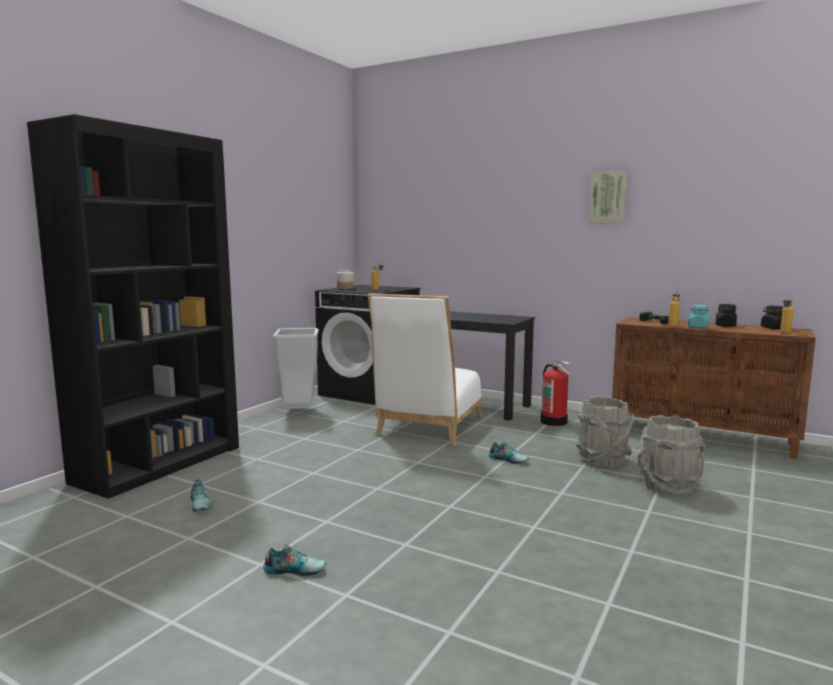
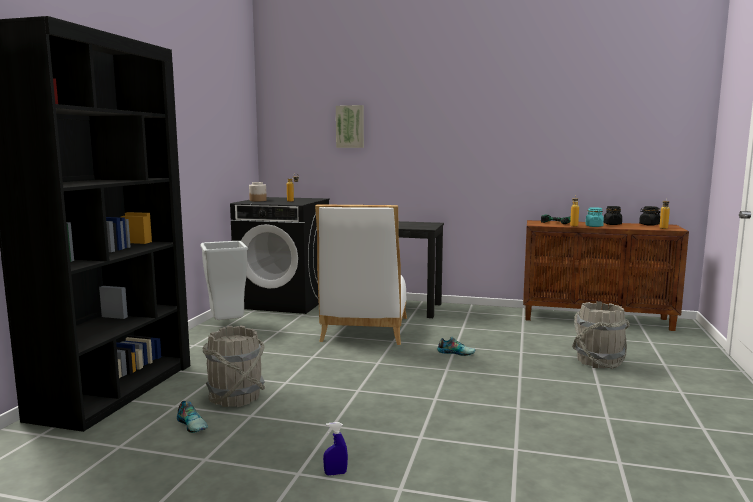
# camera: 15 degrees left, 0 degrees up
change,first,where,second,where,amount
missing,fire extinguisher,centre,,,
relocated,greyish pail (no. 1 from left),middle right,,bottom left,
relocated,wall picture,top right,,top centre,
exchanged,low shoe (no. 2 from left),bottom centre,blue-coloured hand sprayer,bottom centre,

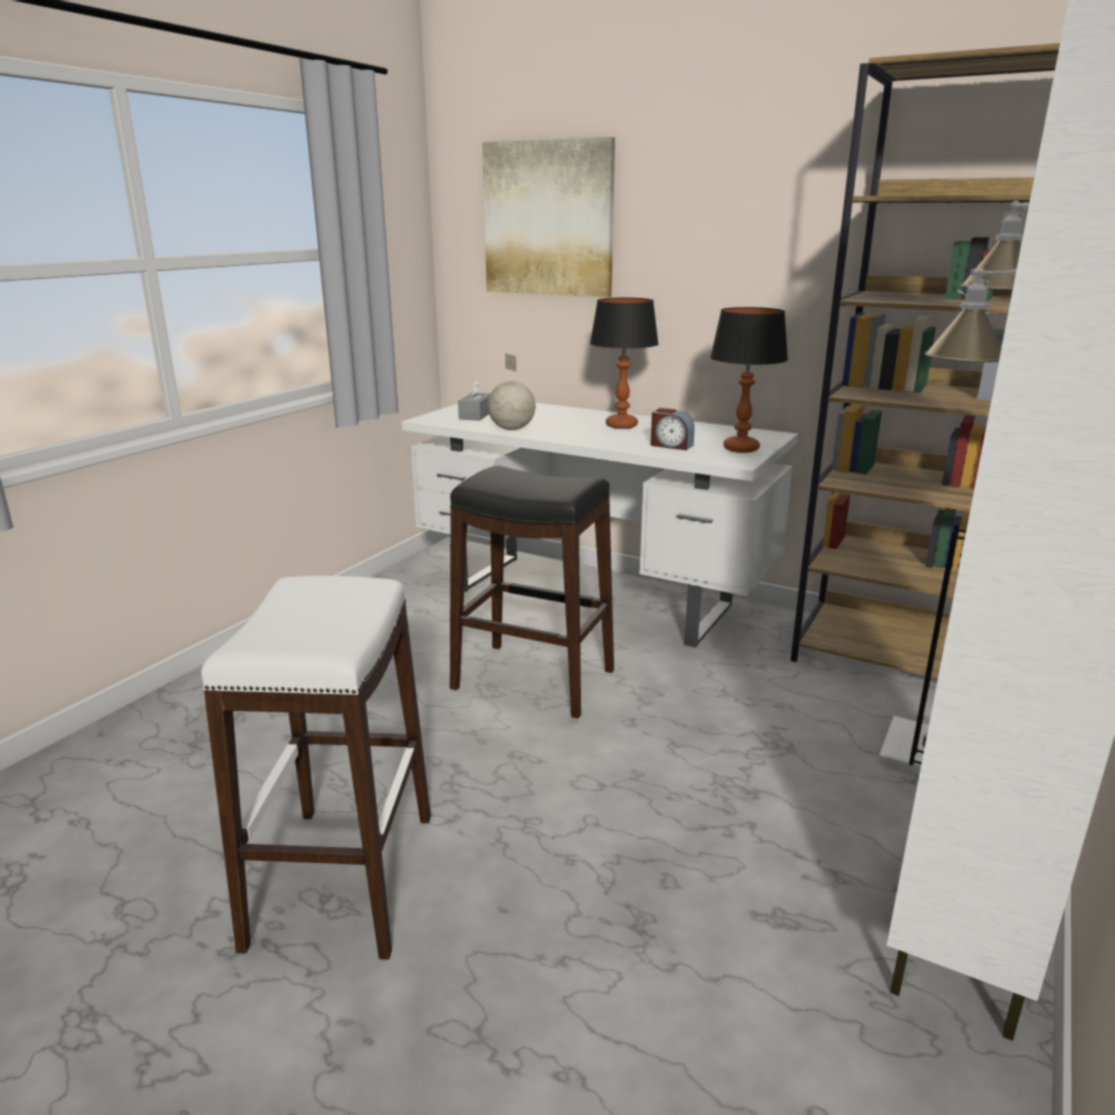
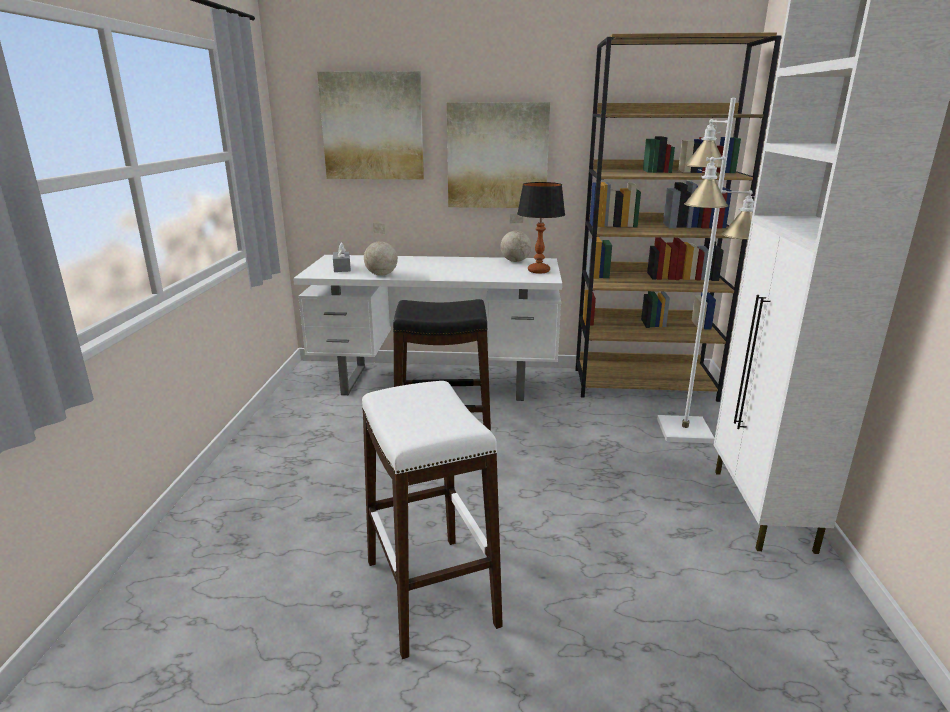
# camera: 25 degrees left, 0 degrees up
change,first,where,second,where,amount
missing,tabletop lamp (no. 1 from left),top centre,,,
missing,bedside clock,centre,,,
appeared,,,wall picture (no. 2 from left),top centre,
appeared,,,globe (no. 2 from left),top centre,

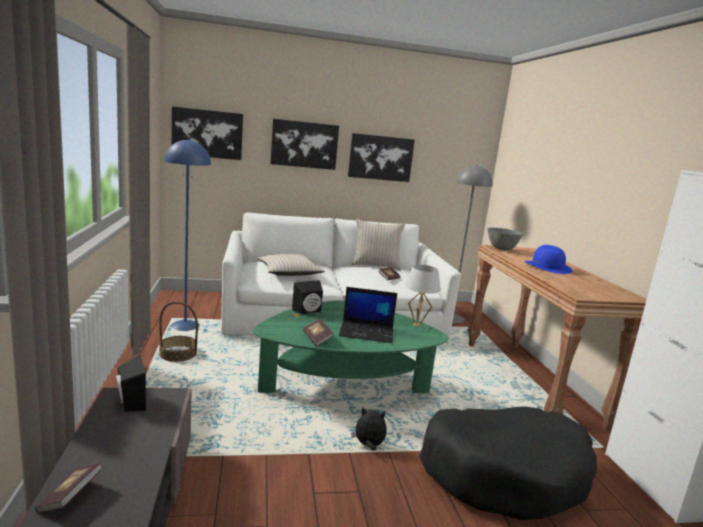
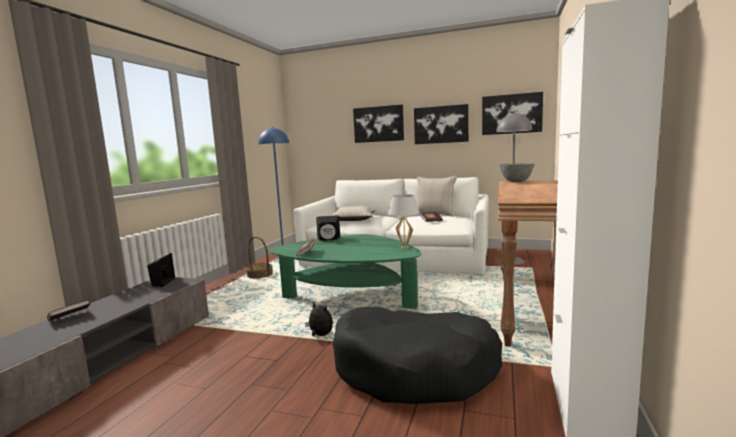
# camera: 30 degrees right, 5 degrees down
change,first,where,second,where,amount
missing,notebook computer,centre,,,
missing,blue-coloured wearable hat,middle right,,,
relocated,wall picture (no. 1 from left in the first image),top left,wall picture (no. 3 from left),top right,

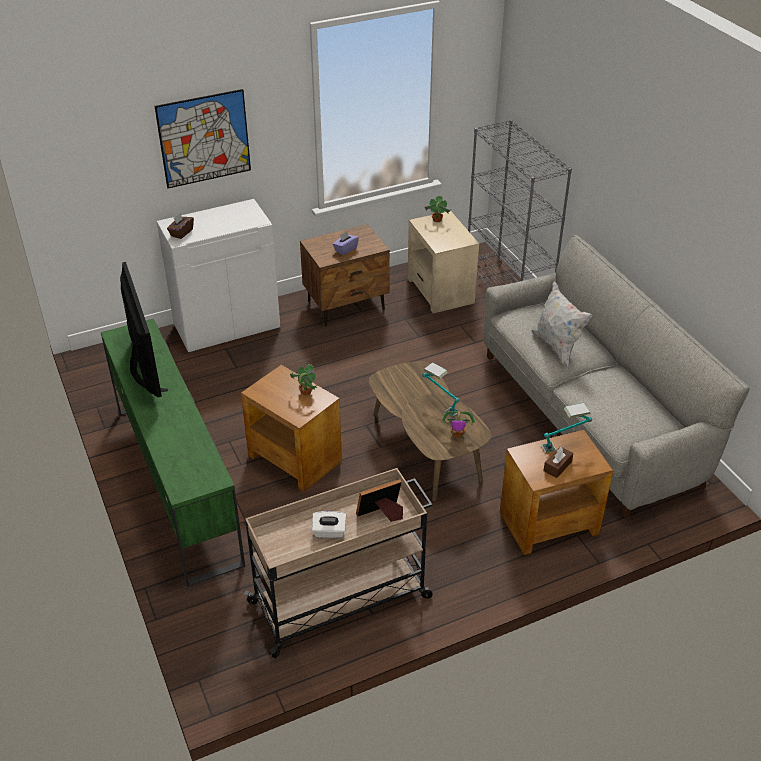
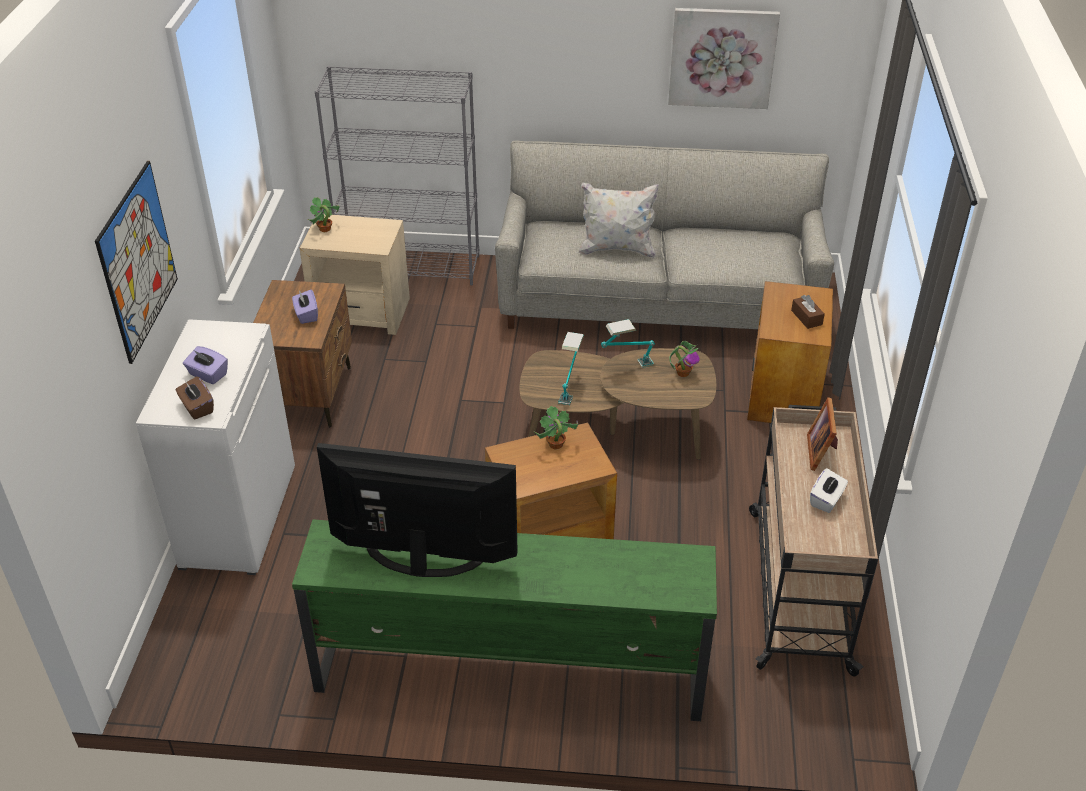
# camera: 60 degrees left, 0 degrees up
change,first,where,second,where,amount
appeared,,,purplish box of tissues (no. 1 from left),middle left,
appeared,,,wall picture (no. 2 from left),top right,
relocated,tabletop lamp (no. 2 from left in the first image),middle right,tabletop lamp (no. 1 from left),centre,

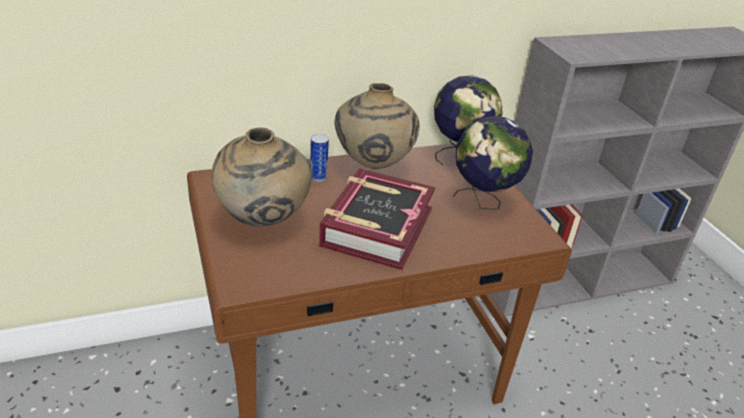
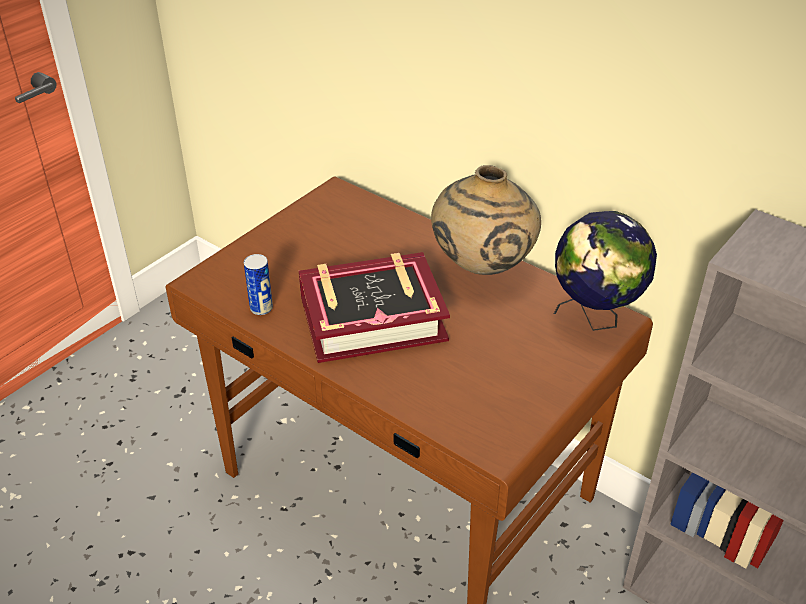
# camera: 60 degrees right, 5 degrees up
change,first,where,second,where,amount
missing,sand-coloured decorative vase (no. 1 from left),centre,,,
missing,globe (no. 2 from left),centre,,,
relocated,sealed can,centre,,middle left,

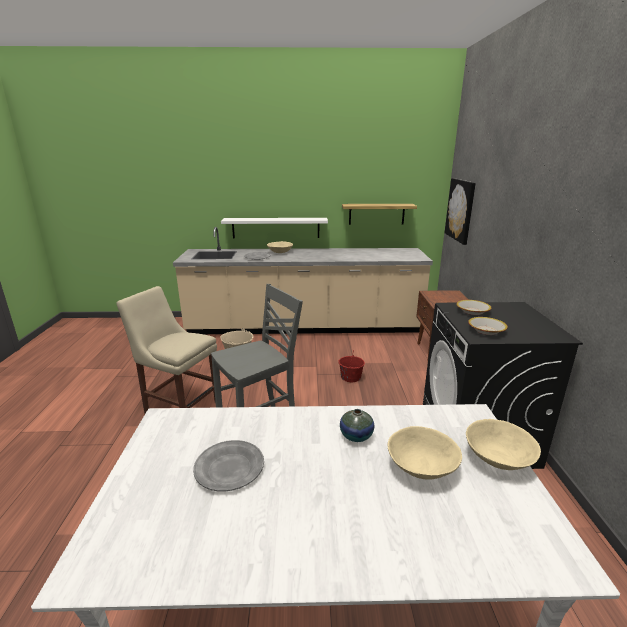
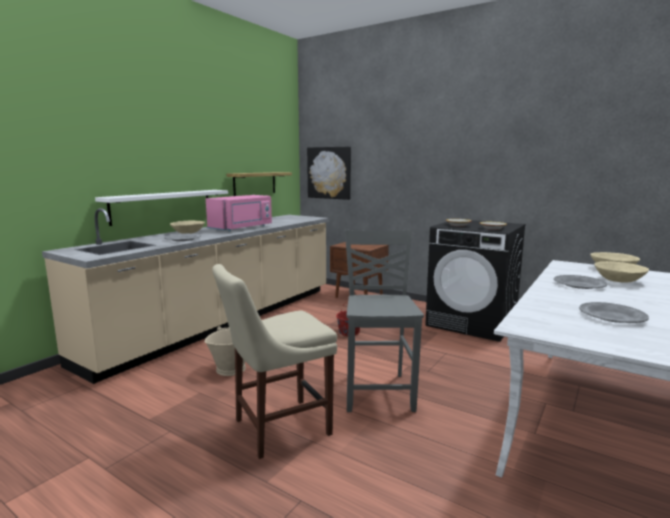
# camera: 55 degrees left, 10 degrees down
change,first,where,second,where,amount
appeared,,,pinkish microwave,centre,
exchanged,decorative vase,bottom centre,greyish dinner plate (no. 2 from left),middle right,

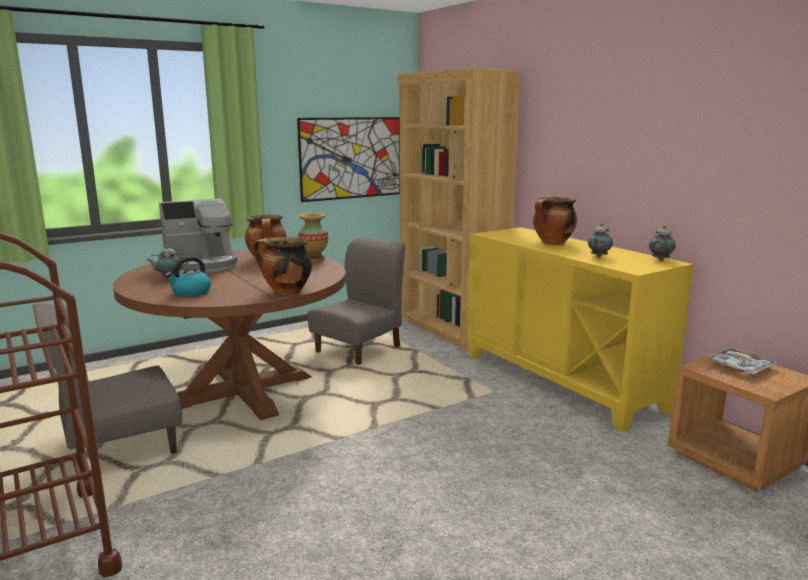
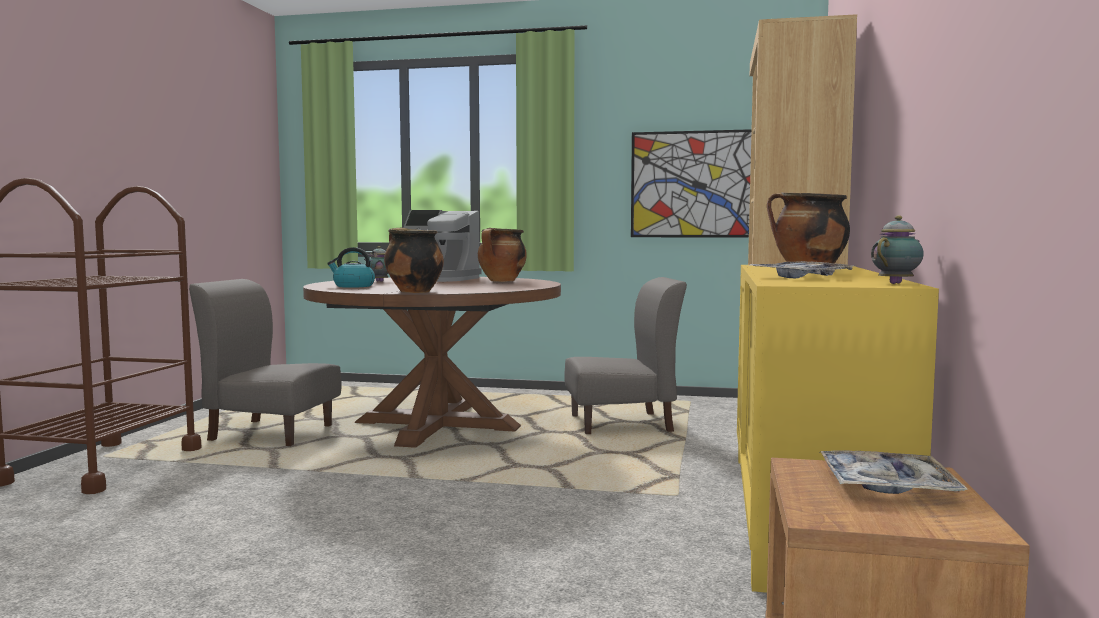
# camera: 45 degrees right, 10 degrees down
change,first,where,second,where,amount
missing,decorative vase,centre,,,
exchanged,tea pot (no. 2 from left),middle right,tray (no. 1 from left),middle right,

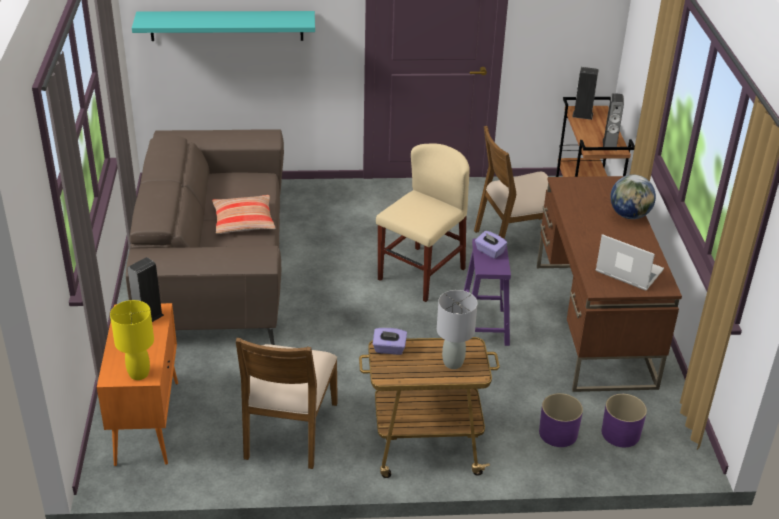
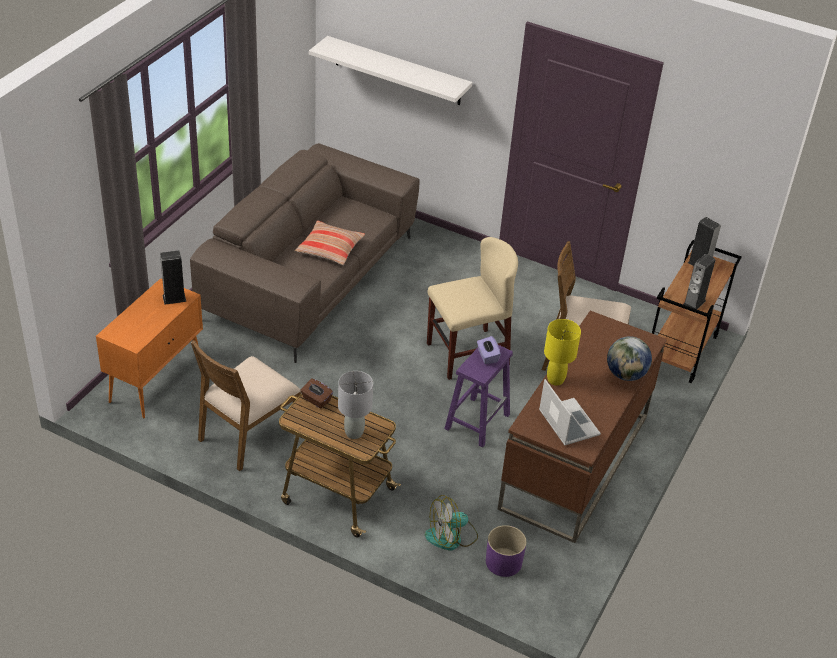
# camera: 30 degrees right, 5 degrees up
change,first,where,second,where,amount
relocated,yellowish tabletop lamp,middle left,,middle right,
exchanged,purplish plant pot (no. 1 from left),bottom right,electric fan,bottom centre,
colour,blue-green bracket shelf,top left,whitish bracket shelf,top centre,
colour,purplish box of tissues (no. 1 from left),centre,brown-coloured box of tissues,centre,

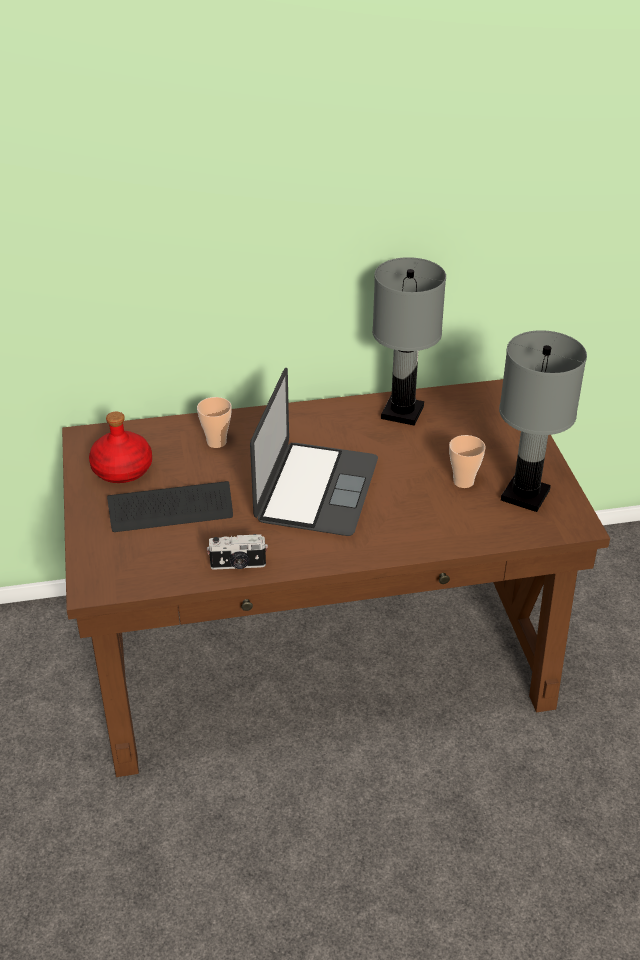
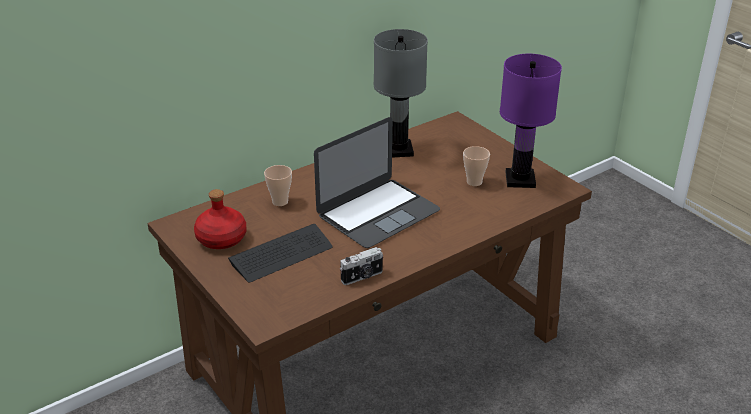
# camera: 25 degrees left, 5 degrees down
change,first,where,second,where,amount
colour,greyish tabletop lamp (no. 2 from left),middle right,purplish tabletop lamp,top right,
spun,notebook computer,centre,,centre,60 degrees clockwise

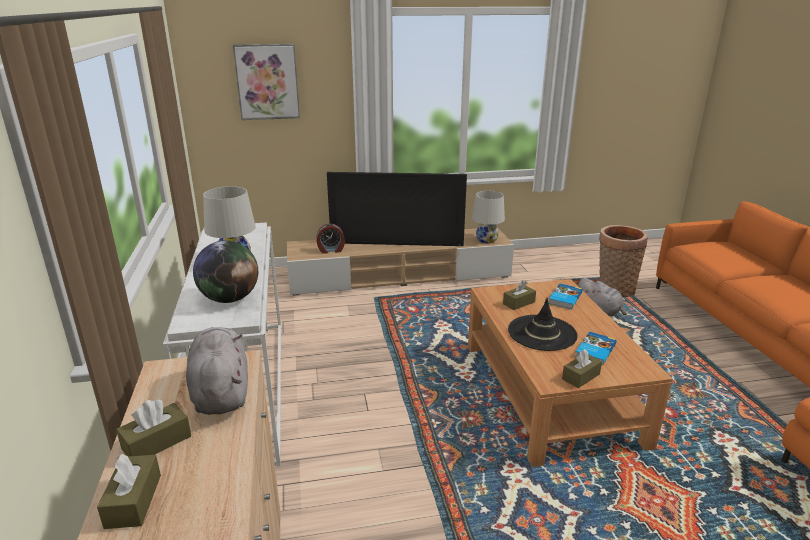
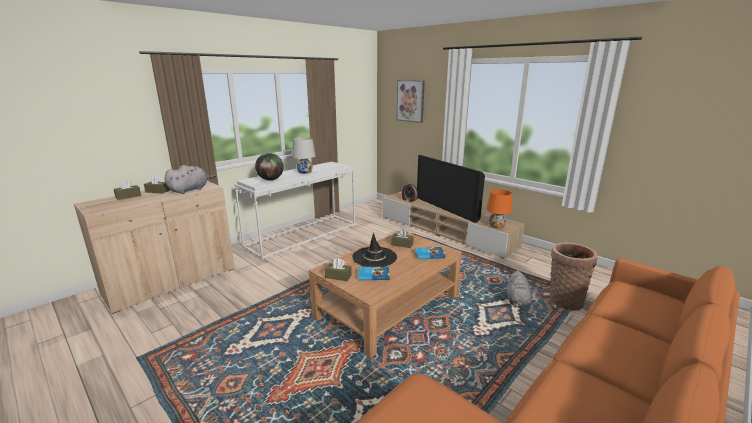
# camera: 55 degrees right, 5 degrees down
change,first,where,second,where,amount
colour,whitish tabletop lamp (no. 2 from left),centre,orange-coloured tabletop lamp,centre,

